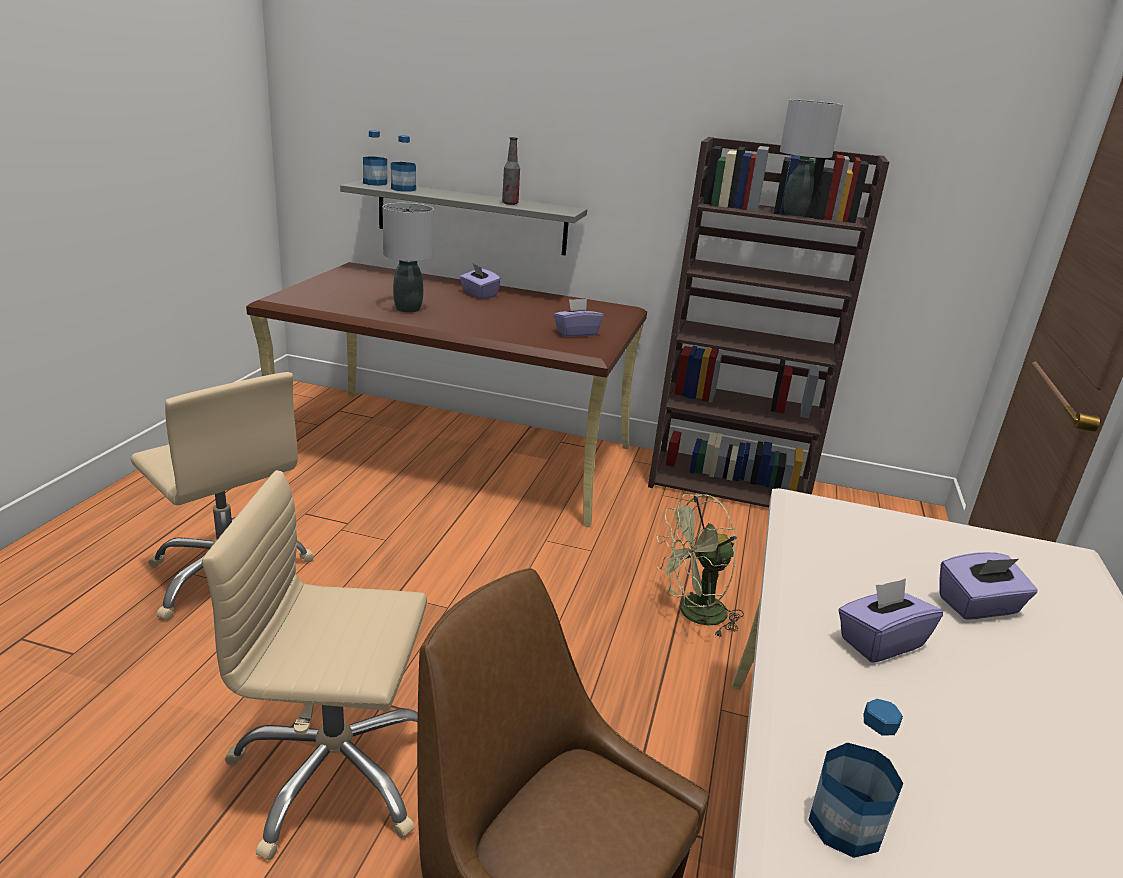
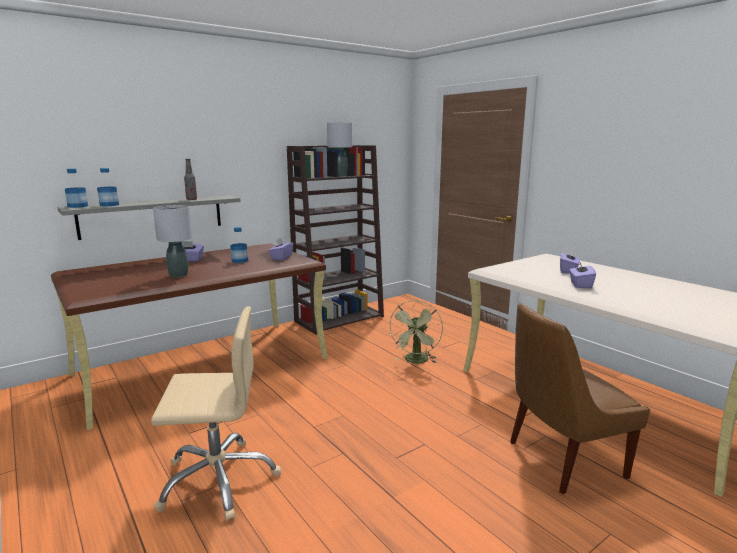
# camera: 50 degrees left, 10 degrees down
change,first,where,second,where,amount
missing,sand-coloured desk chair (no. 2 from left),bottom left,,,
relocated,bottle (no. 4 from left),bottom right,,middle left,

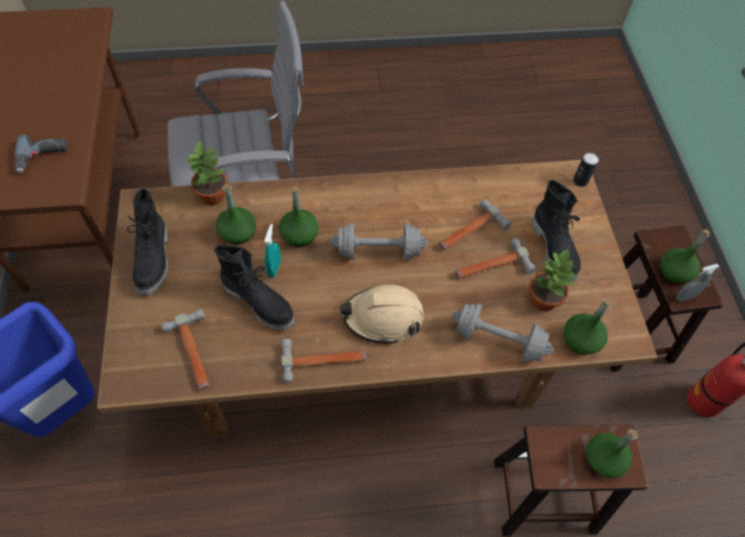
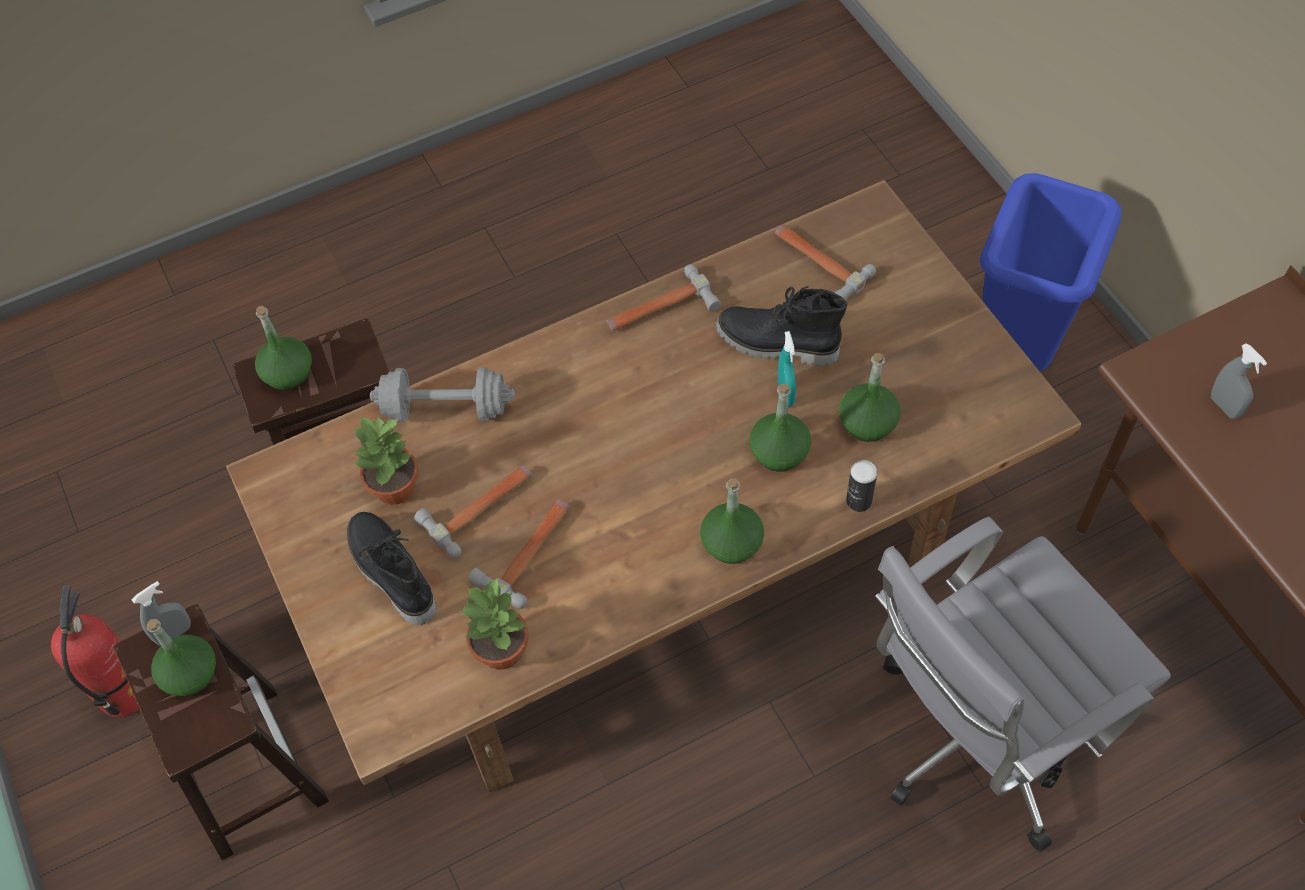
# camera: 165 degrees right, 0 degrees up
change,first,where,second,where,amount
missing,black high-top boot (no. 1 from left),middle left,,,
missing,greyish hand weight (no. 1 from left),centre,,,
missing,sand-coloured hard hat,centre,,,
relocated,houseplant (no. 1 from left in the first image),top left,houseplant (no. 2 from left),bottom centre,
relocated,green bottle (no. 3 from left),middle right,,centre,
relocated,sealed can,top right,,centre,
exchanged,drill,top left,greyish hand sprayer (no. 2 from left),middle right,

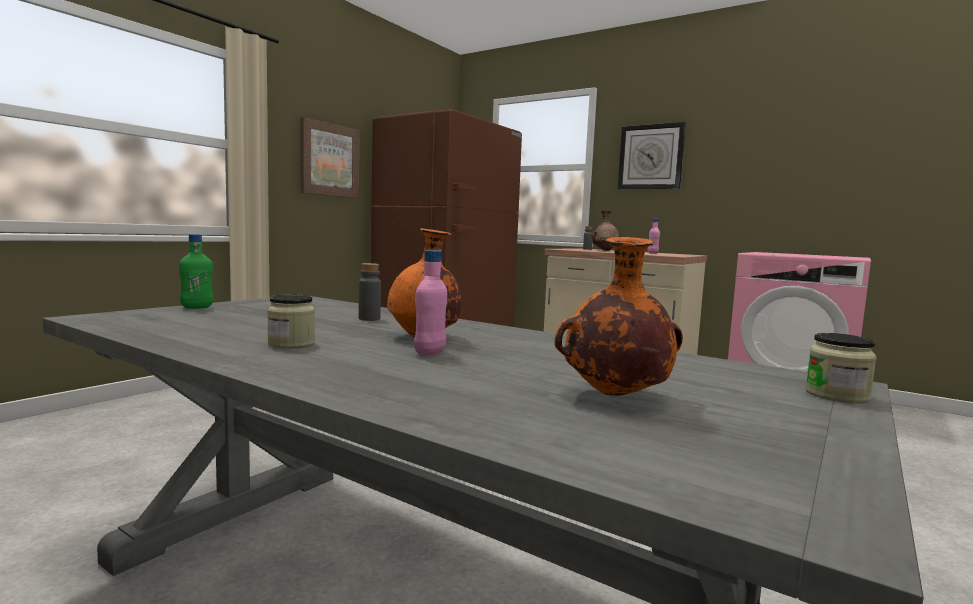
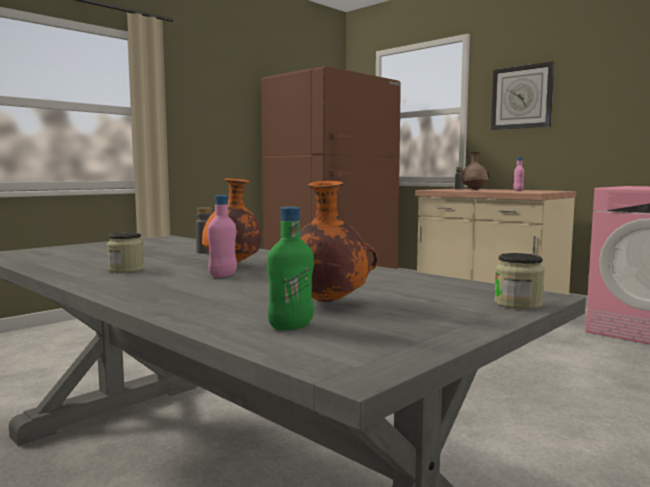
# camera: 10 degrees right, 0 degrees up
change,first,where,second,where,amount
missing,wall picture,top centre,,,
relocated,green bottle,middle left,,centre,

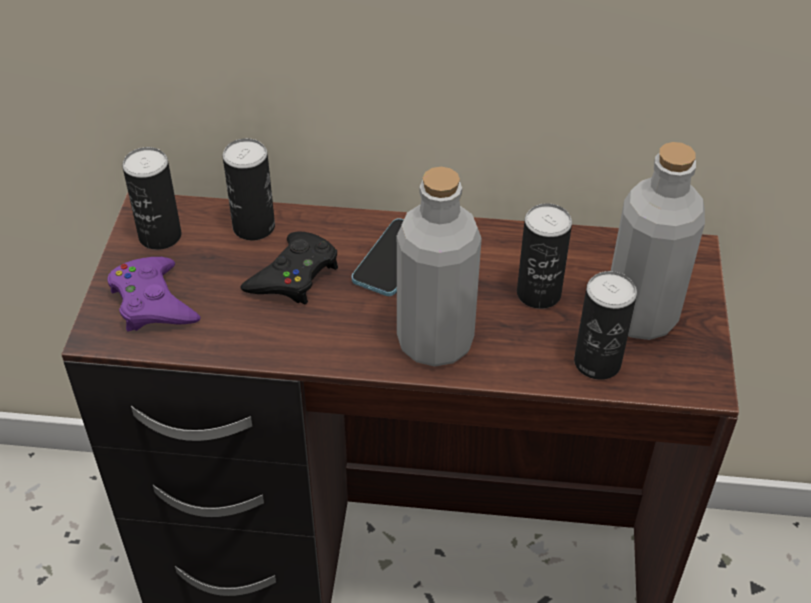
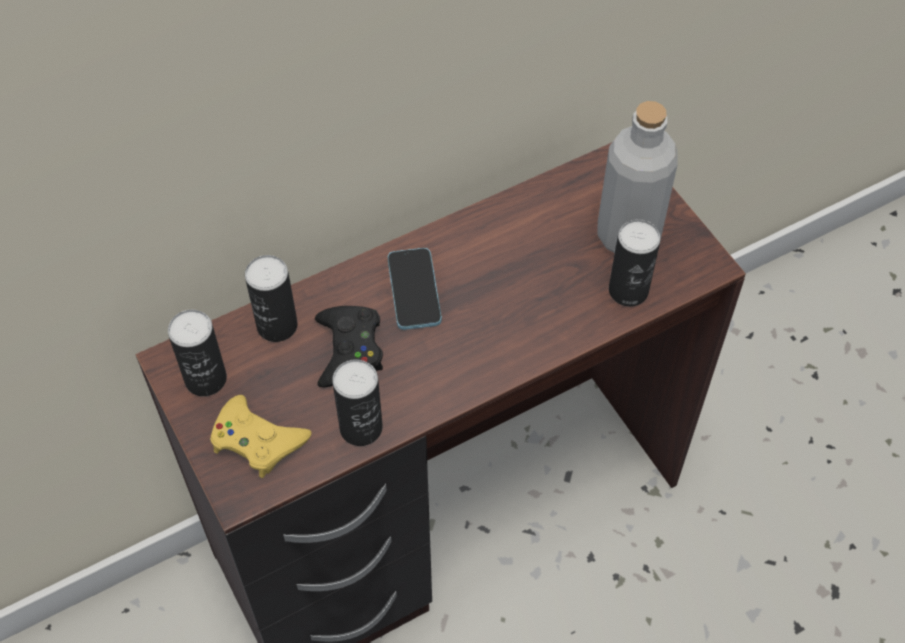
# camera: 35 degrees left, 10 degrees up
change,first,where,second,where,amount
missing,greyish bottle (no. 1 from left),centre,,,
relocated,sealed can (no. 3 from left),middle right,,centre,
colour,purplish gamepad,middle left,yellowish gamepad,bottom left,

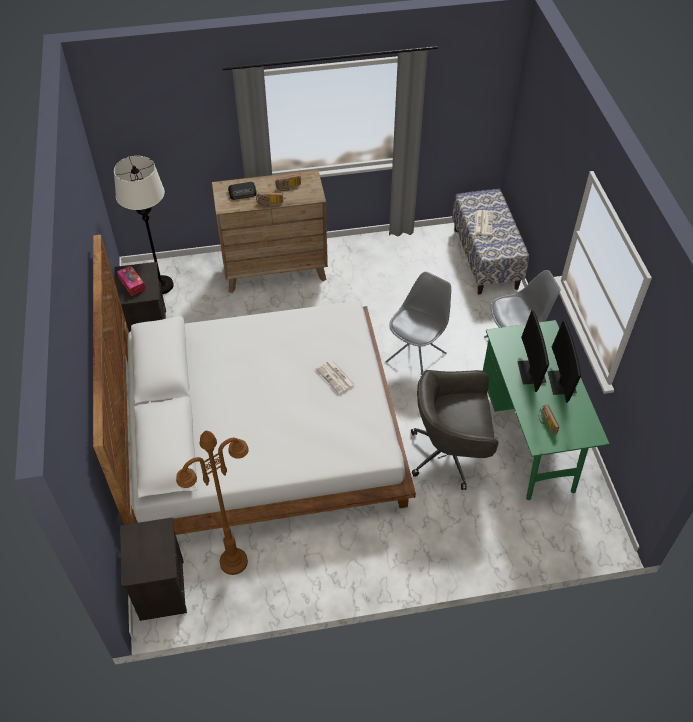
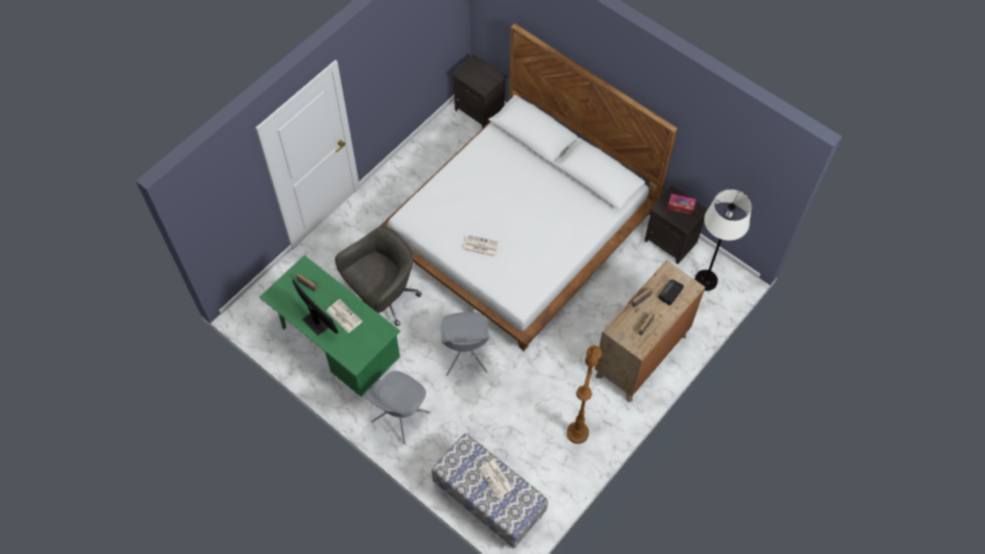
# camera: 140 degrees right, 10 degrees up
change,first,where,second,where,amount
relocated,brown-coloured standing lamp,bottom left,,bottom centre,
exchanged,computer screen (no. 1 from left),middle right,newspaper (no. 1 from left),centre,

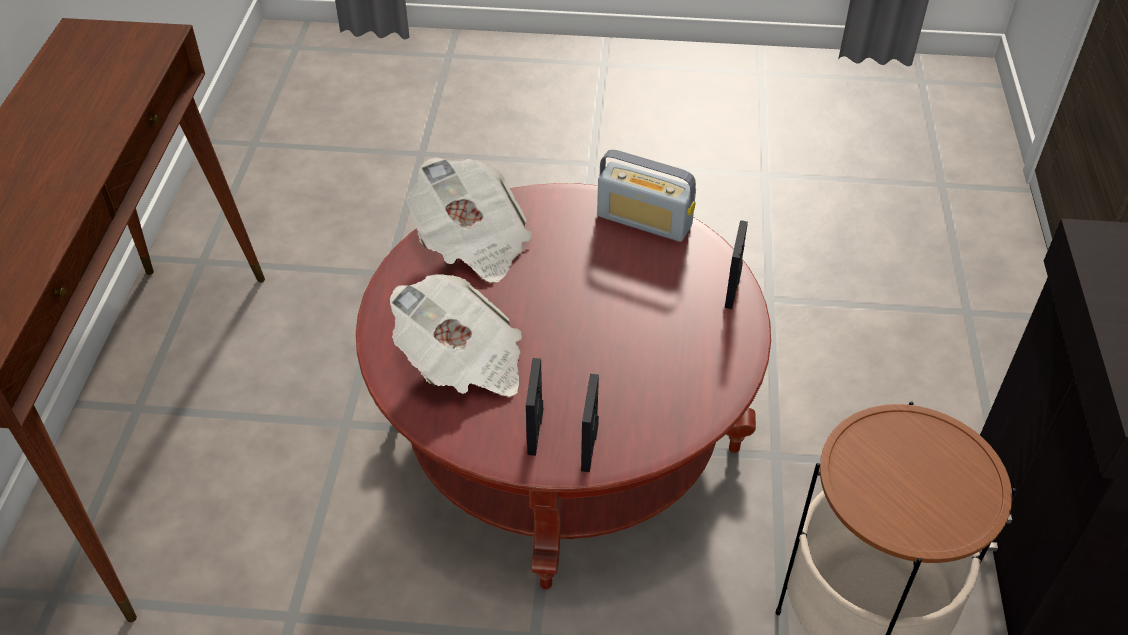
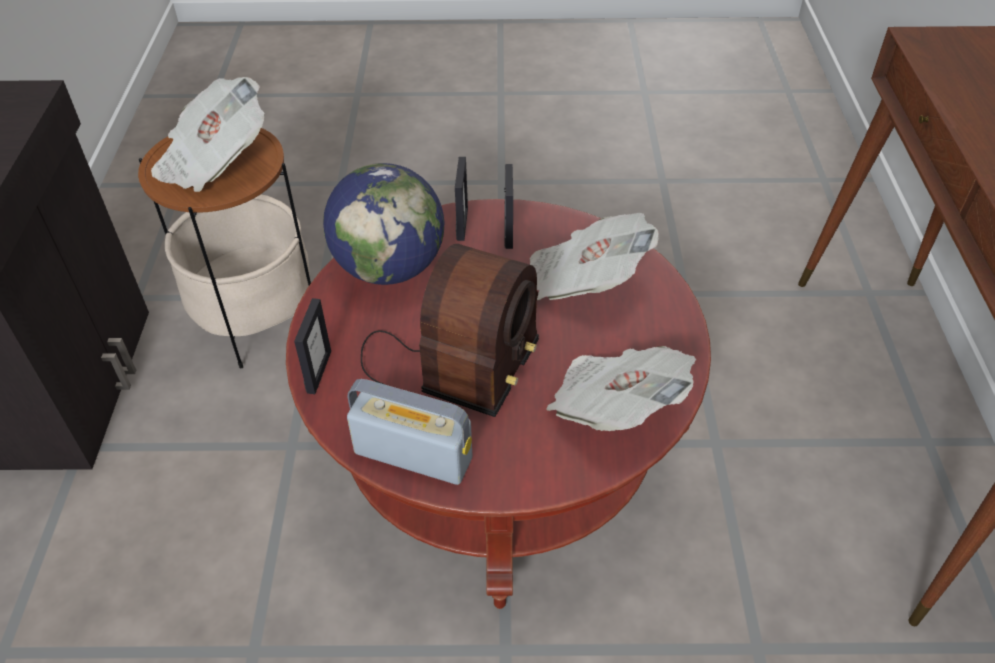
# camera: 175 degrees right, 0 degrees up
change,first,where,second,where,amount
appeared,,,newspaper (no. 1 from left),top left,
appeared,,,globe,centre,
appeared,,,radio set (no. 2 from left),centre,

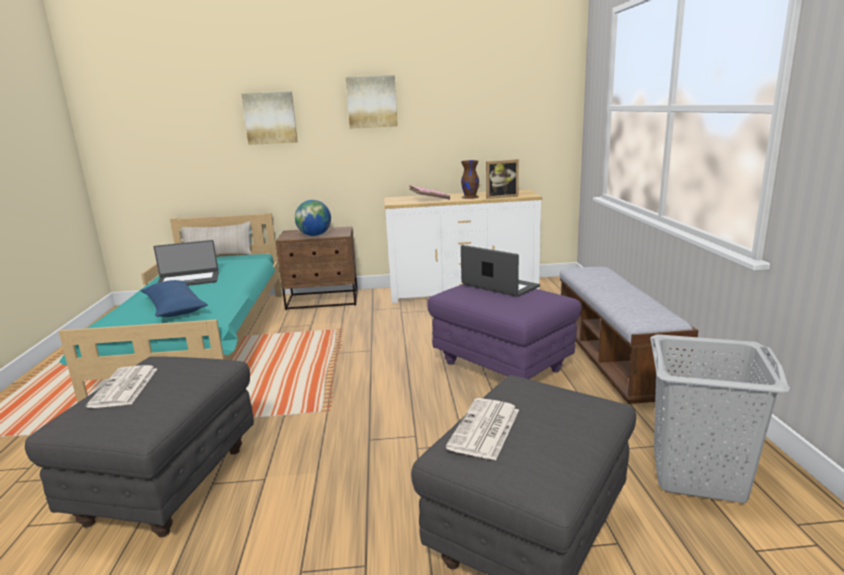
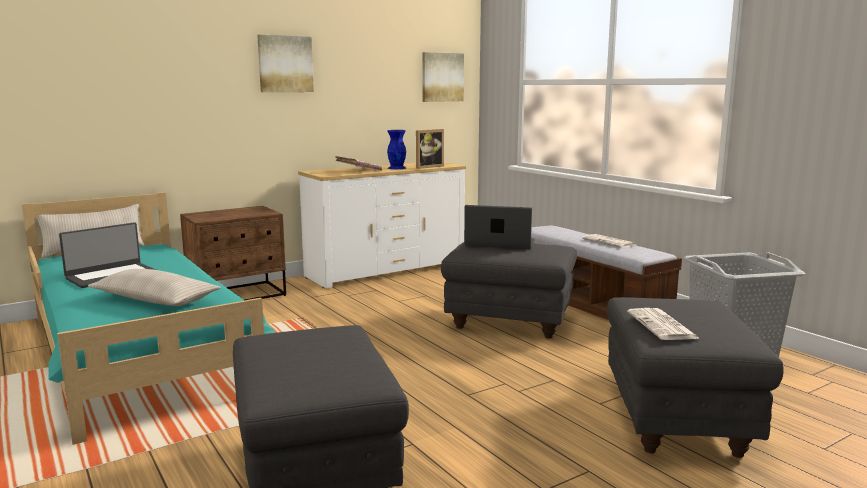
# camera: 30 degrees left, 5 degrees down
change,first,where,second,where,amount
missing,globe,centre,,,
relocated,newspaper (no. 1 from left),bottom left,,middle right,
relocated,wall picture (no. 1 from left in the first image),top left,wall picture (no. 2 from left),top centre,
colour,blue-coloured cushion,middle left,sand-coloured cushion (no. 2 from left),middle left,
colour,purplish ottoman,centre,greyish ottoman (no. 2 from left),centre,
colour,brown-coloured decorative vase,top centre,blue-coloured decorative vase,top centre,

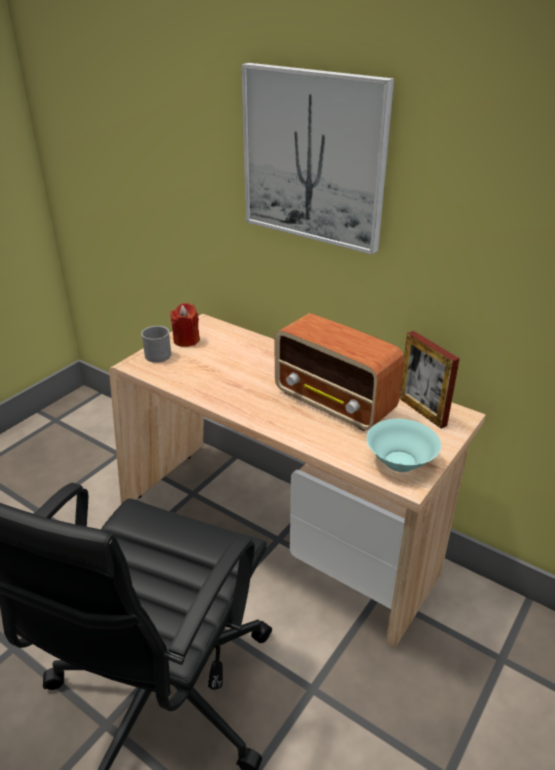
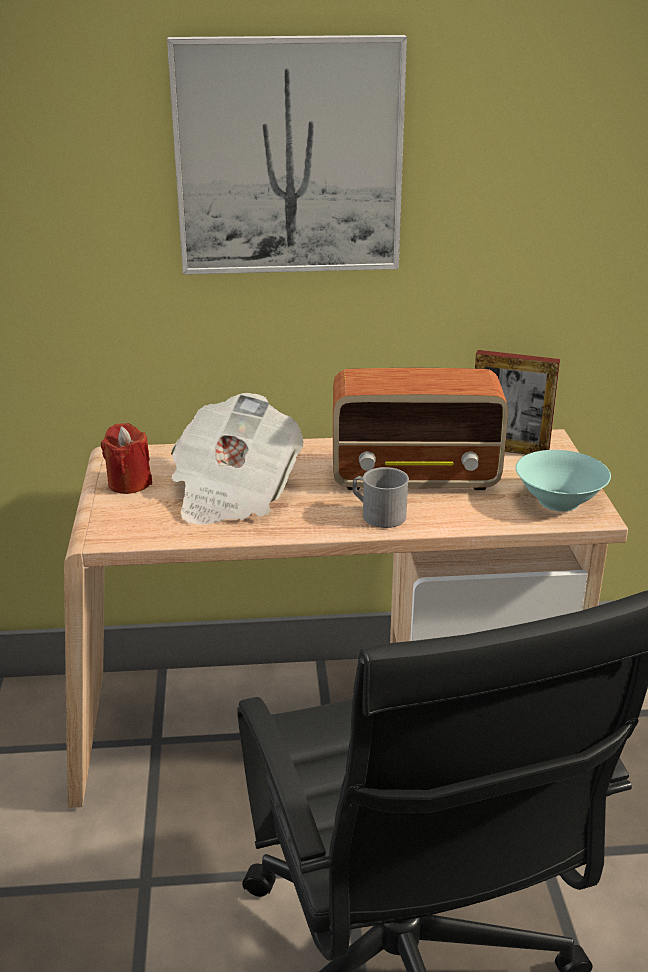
# camera: 40 degrees left, 5 degrees down
change,first,where,second,where,amount
appeared,,,newspaper,centre,
relocated,greyish coffee mug,middle left,,centre,

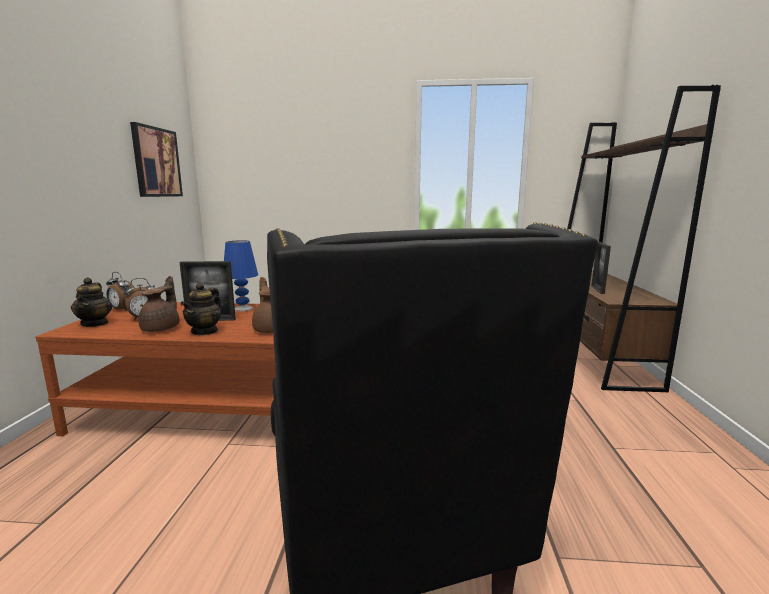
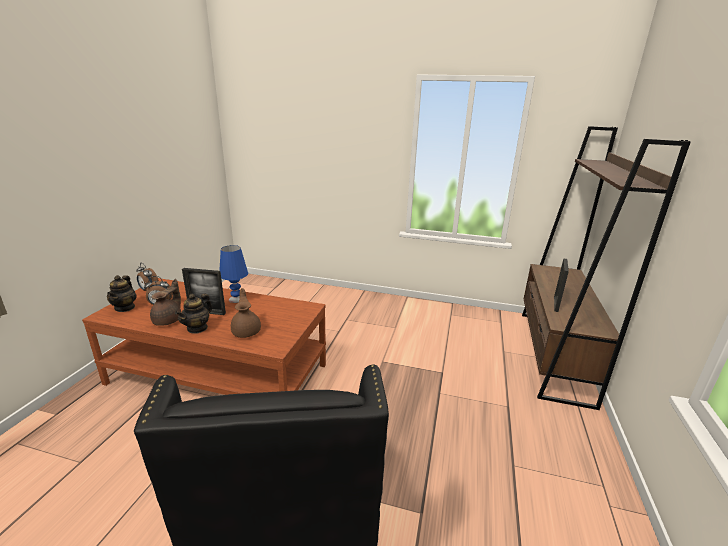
# camera: 10 degrees right, 10 degrees up
change,first,where,second,where,amount
missing,wall picture,top left,,,

